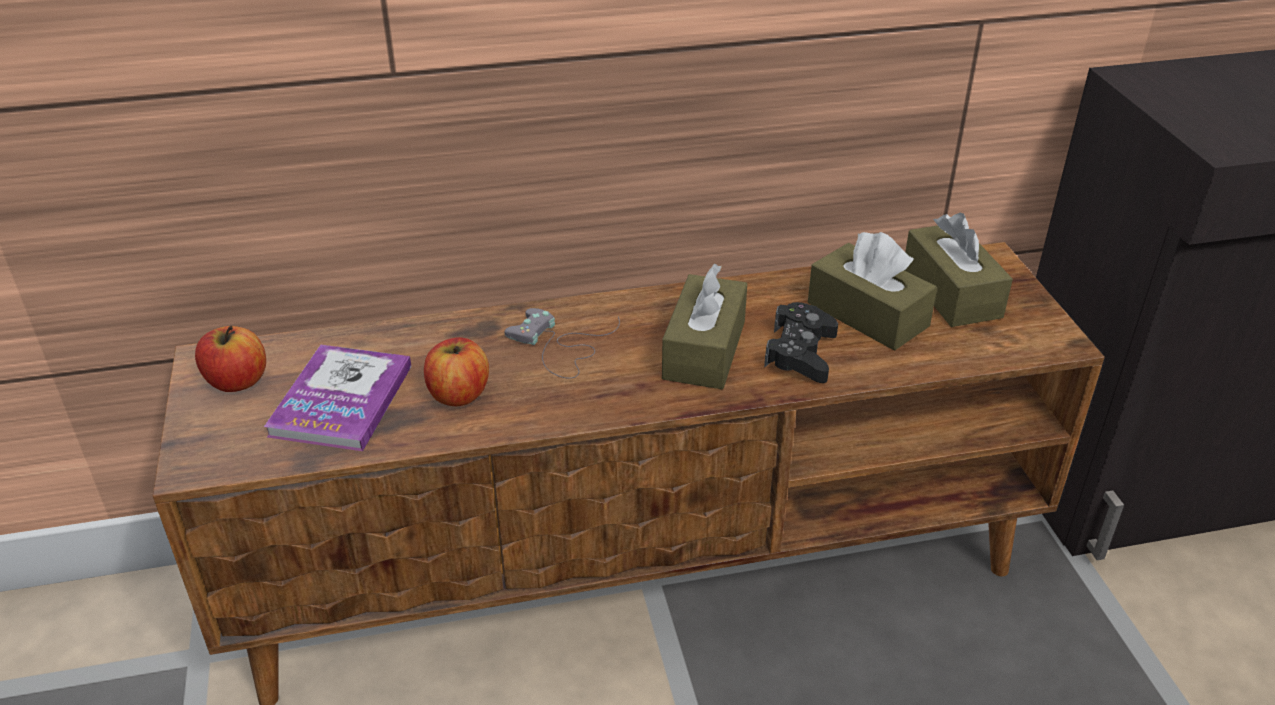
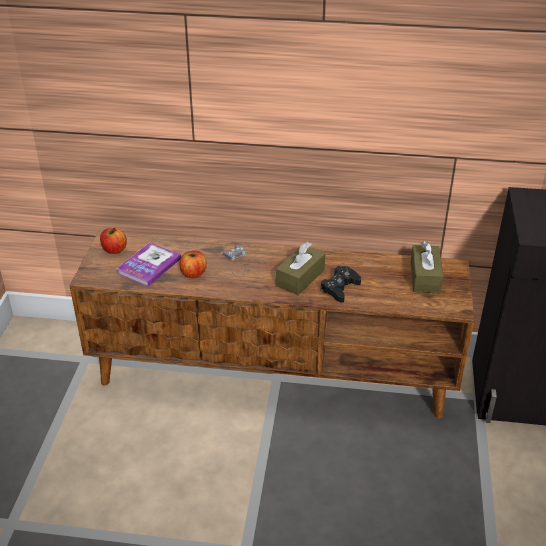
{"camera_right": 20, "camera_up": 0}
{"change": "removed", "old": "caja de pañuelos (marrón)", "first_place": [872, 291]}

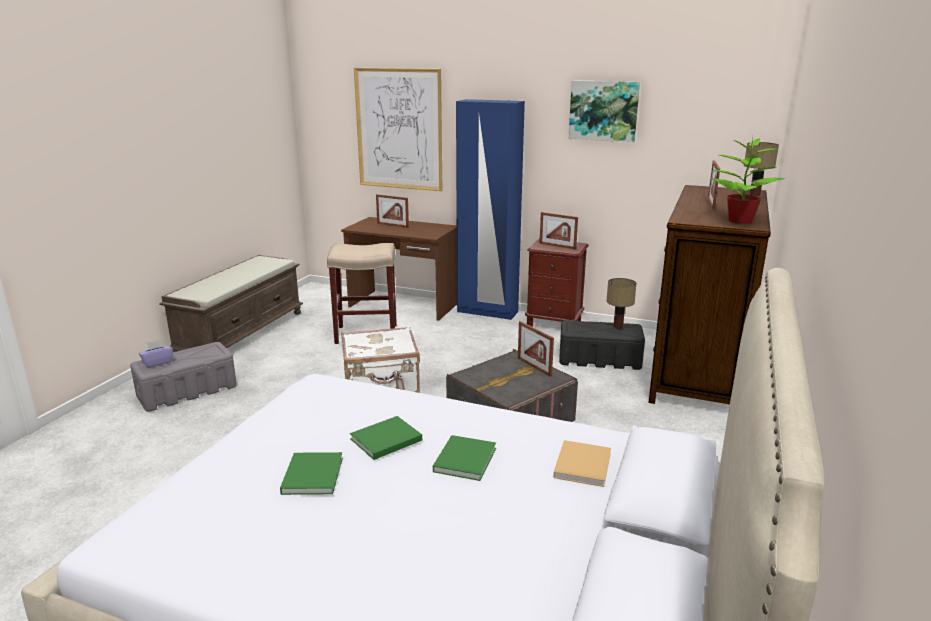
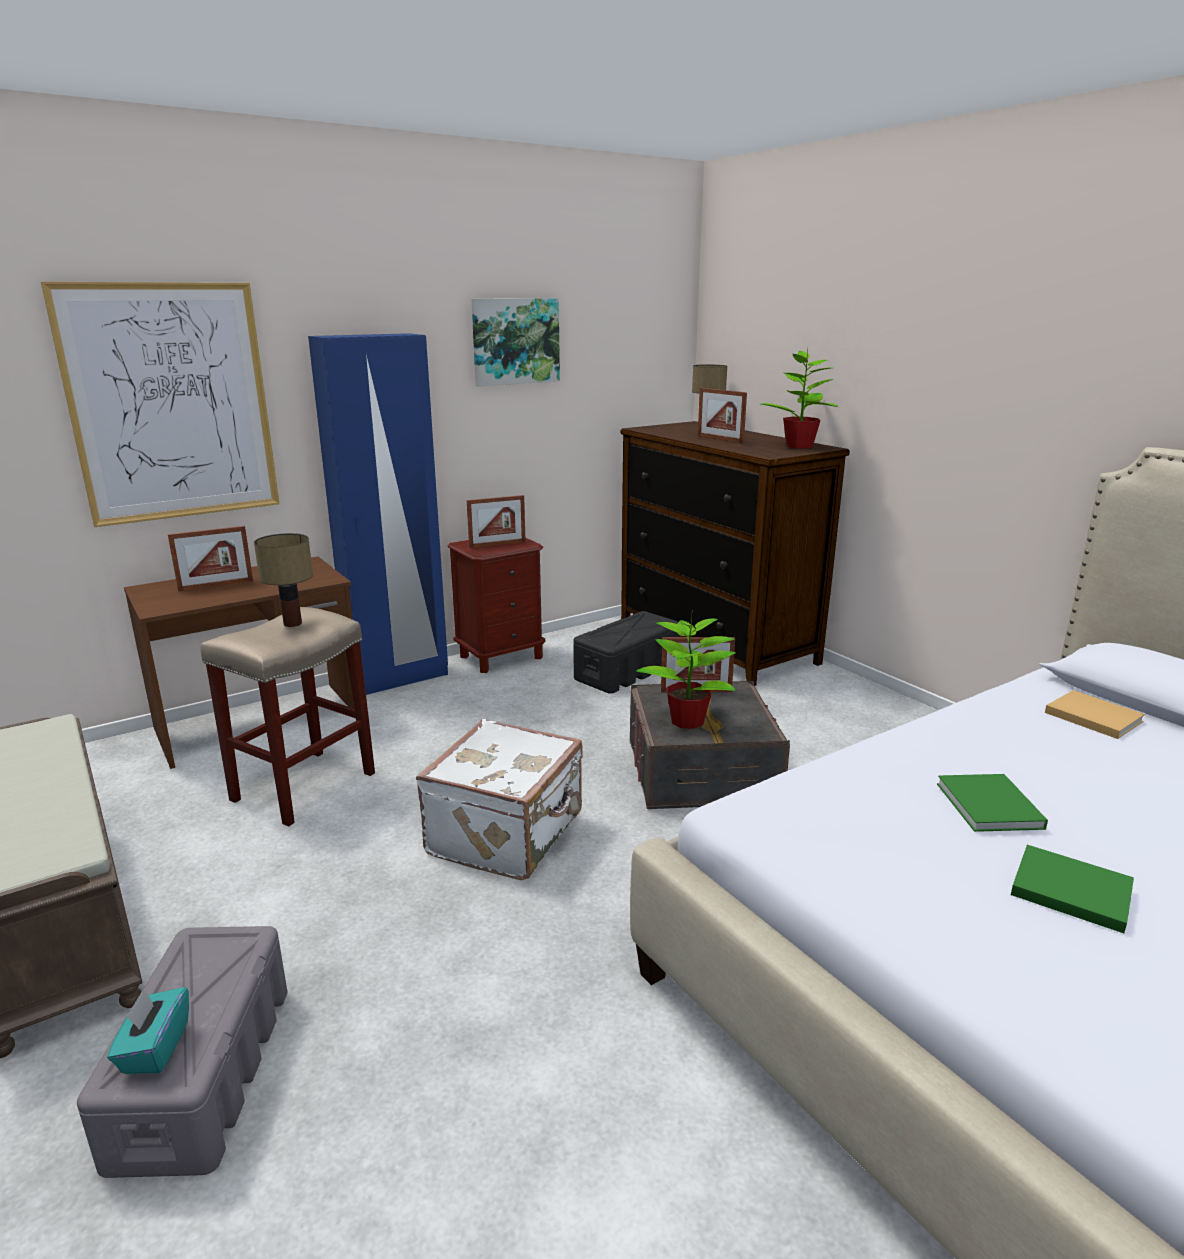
{"camera_right": -55, "camera_up": 0}
{"change": "removed", "old": "libro (verde)", "first_place": [464, 458]}
{"change": "added", "new": "planta en maceta", "second_place": [686, 670]}
{"change": "moved", "old": "lámpara de mesa", "first_place": [622, 303], "second_place": [283, 580]}
{"change": "recoloured", "old": "caja de pañuelos (morado)", "new": "caja de pañuelos (turquesa)", "first_place": [156, 354], "second_place": [148, 1030]}

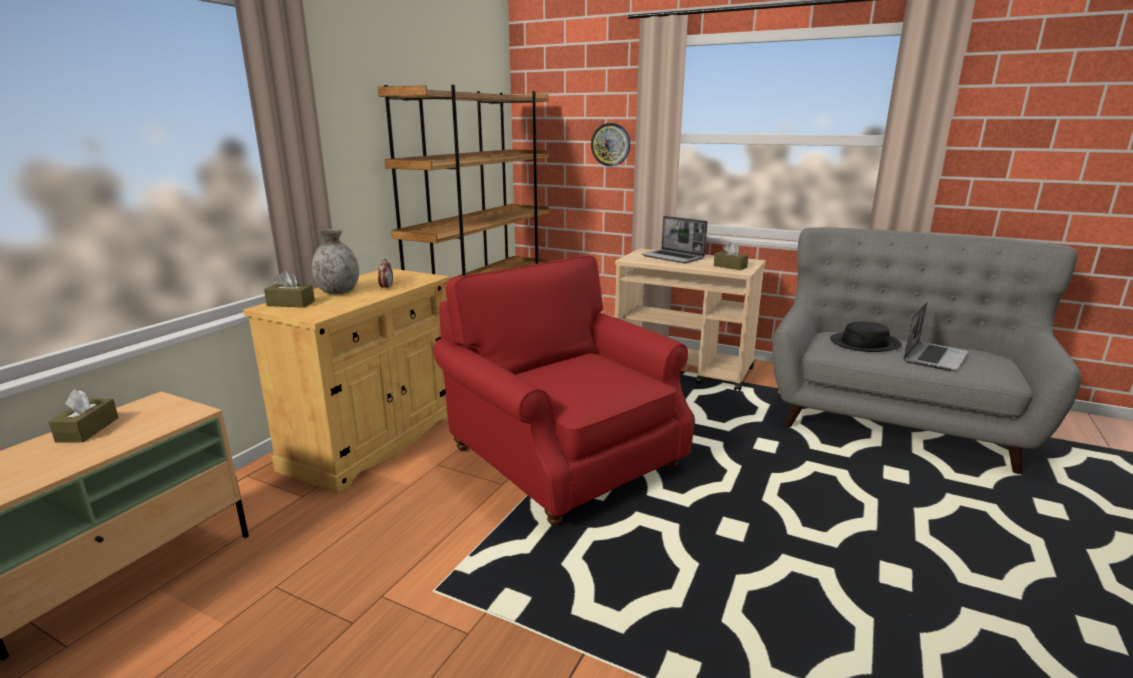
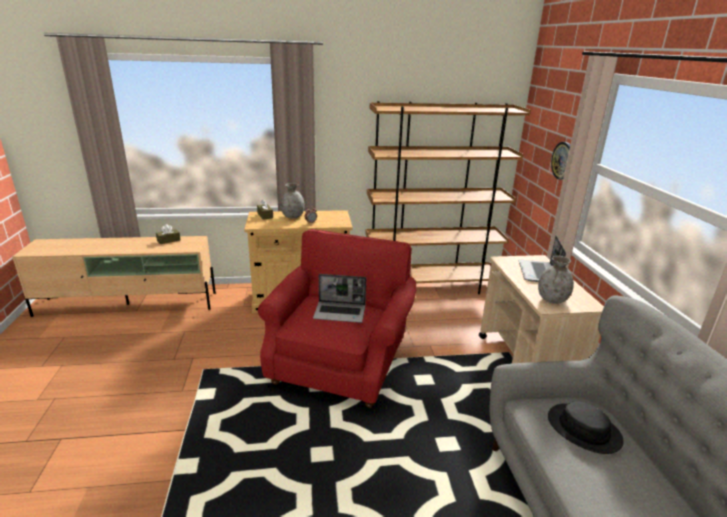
{"camera_right": 55, "camera_up": 5}
{"change": "moved", "old": "portátil", "first_place": [936, 336], "second_place": [339, 298]}
{"change": "replaced", "old": "caja de pañuelos (marrón)", "new": "florero (gris)", "first_place": [731, 256], "second_place": [556, 280]}

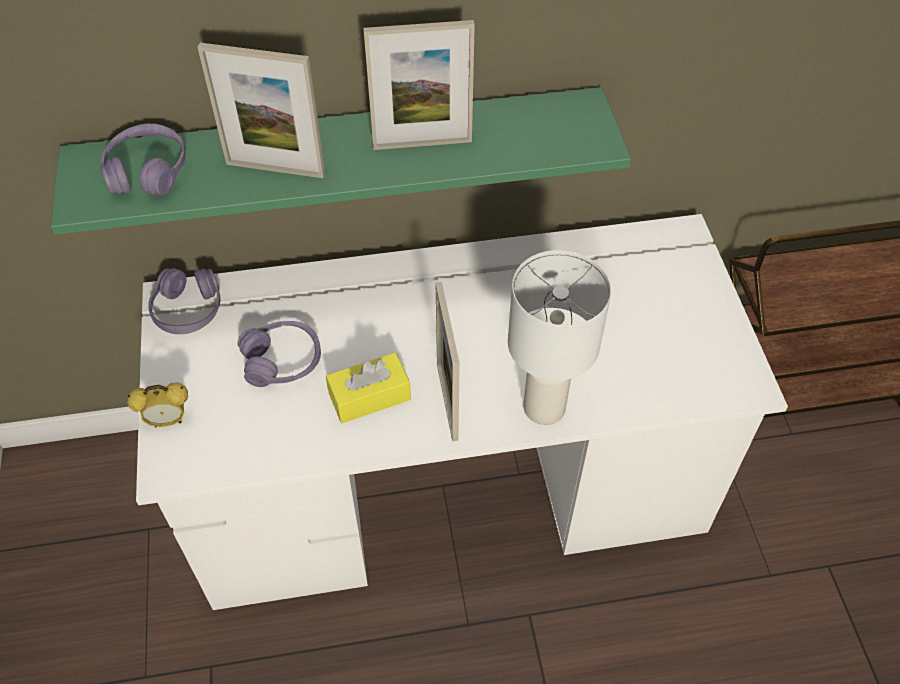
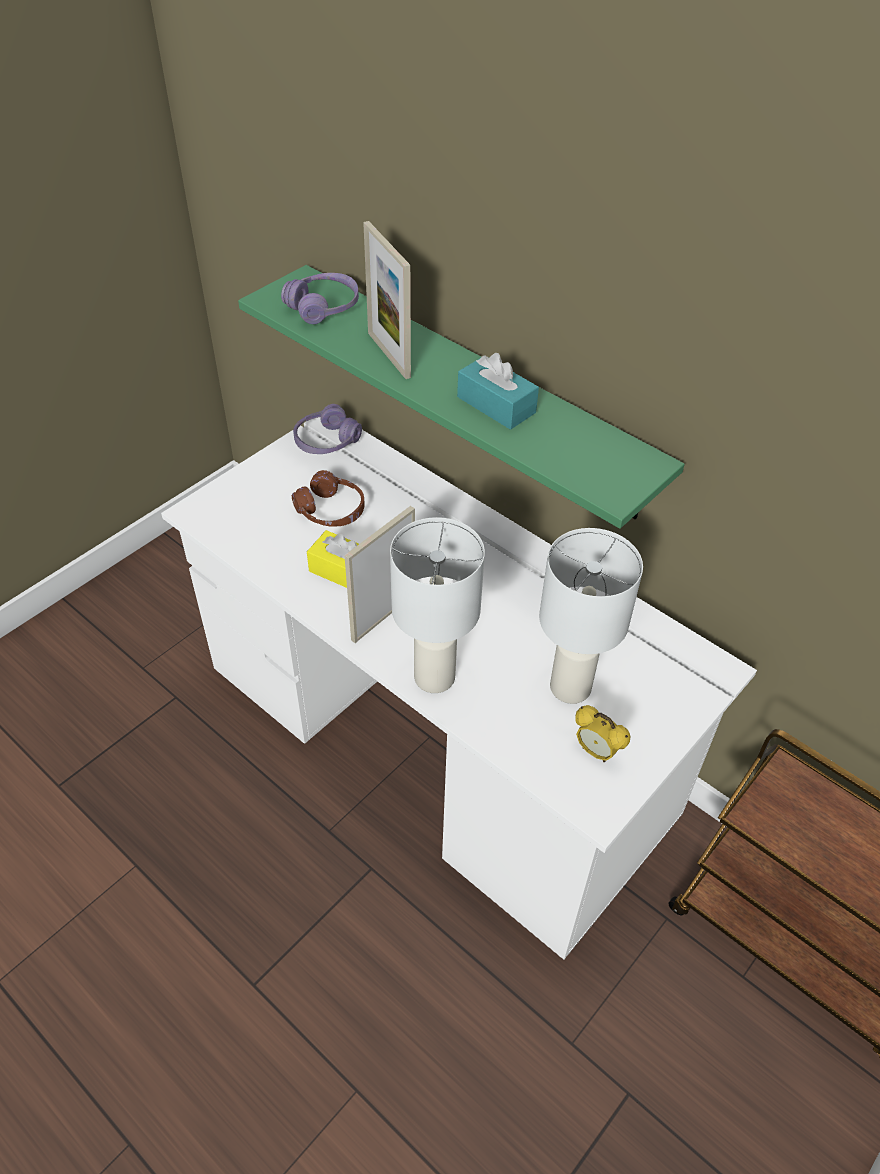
{"camera_right": 50, "camera_up": -5}
{"change": "added", "new": "lámpara de mesa (blanco)", "second_place": [591, 616]}
{"change": "moved", "old": "despertador", "first_place": [157, 405], "second_place": [603, 733]}
{"change": "replaced", "old": "portarretratos", "new": "caja de pañuelos (turquesa)", "first_place": [419, 85], "second_place": [498, 391]}
{"change": "recoloured", "old": "auriculares (morado)", "new": "auriculares (marrón)", "first_place": [279, 354], "second_place": [328, 498]}

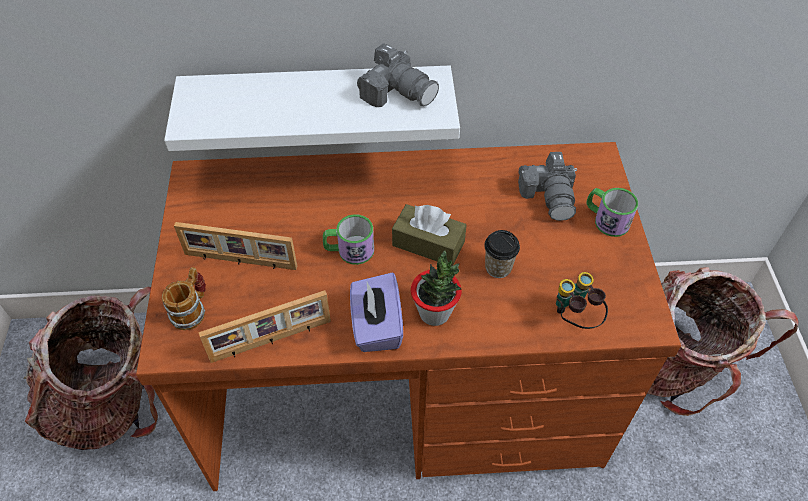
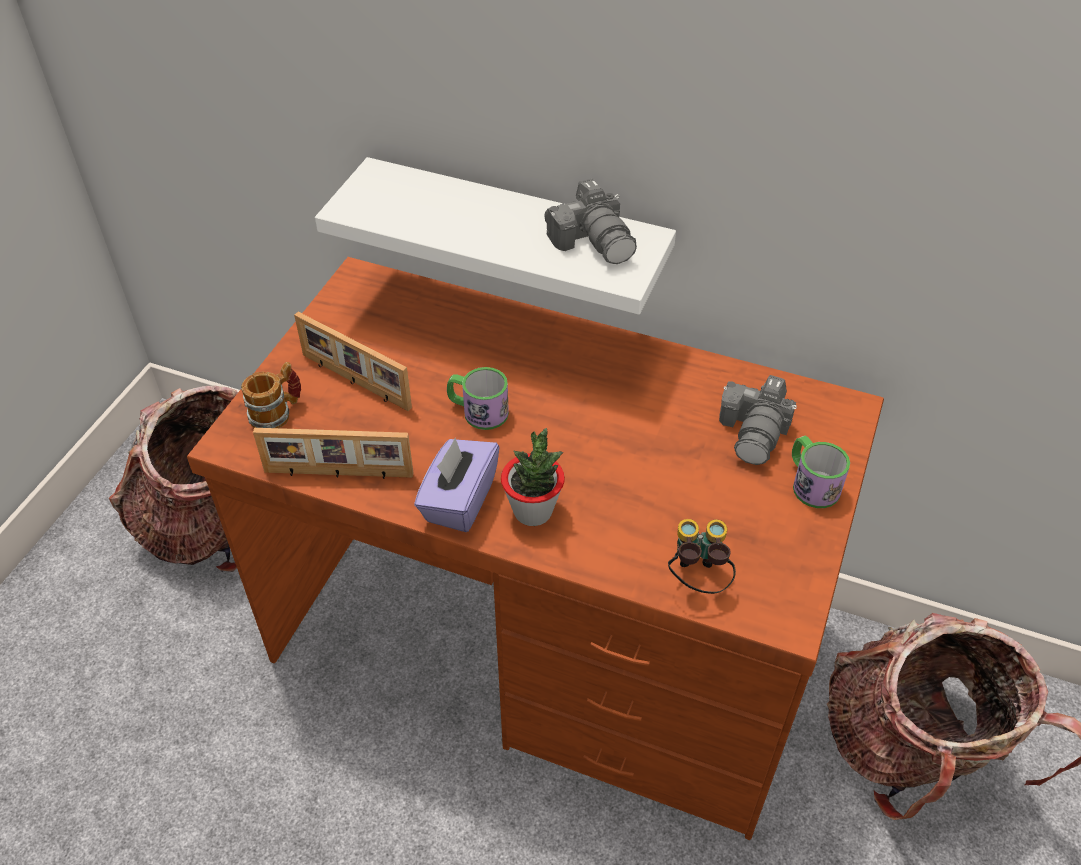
{"camera_right": 25, "camera_up": -5}
{"change": "removed", "old": "caja de pañuelos (marrón)", "first_place": [429, 235]}
{"change": "removed", "old": "taza", "first_place": [502, 254]}

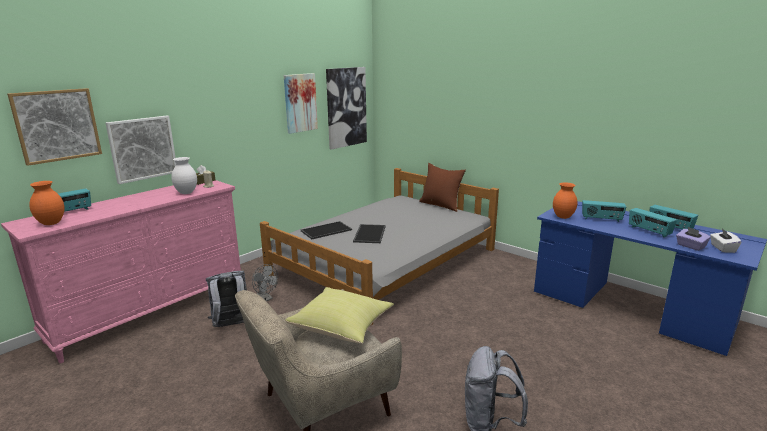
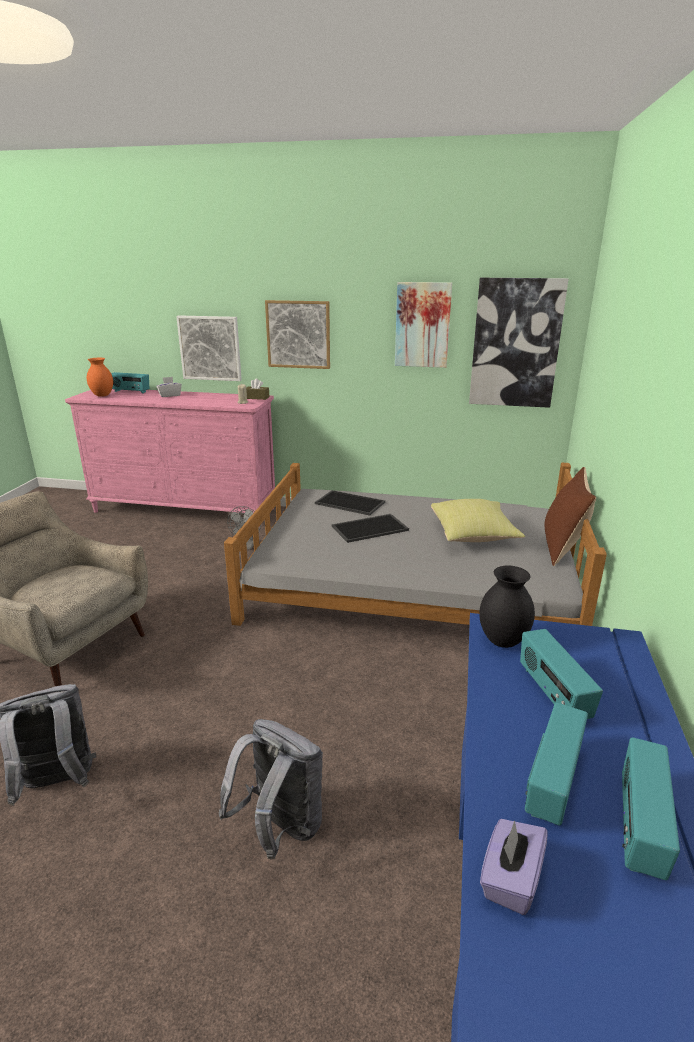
{"camera_right": 60, "camera_up": 5}
{"change": "removed", "old": "florero (blanco)", "first_place": [184, 175]}
{"change": "moved", "old": "cuadro", "first_place": [54, 127], "second_place": [297, 334]}
{"change": "moved", "old": "mochila (gris)", "first_place": [226, 299], "second_place": [270, 789]}
{"change": "moved", "old": "cojín (amarillo)", "first_place": [339, 315], "second_place": [478, 520]}
{"change": "moved", "old": "caja de pañuelos (blanco)", "first_place": [725, 240], "second_place": [169, 387]}
{"change": "recoloured", "old": "florero (naranja)", "new": "florero (negro)", "first_place": [565, 200], "second_place": [507, 607]}

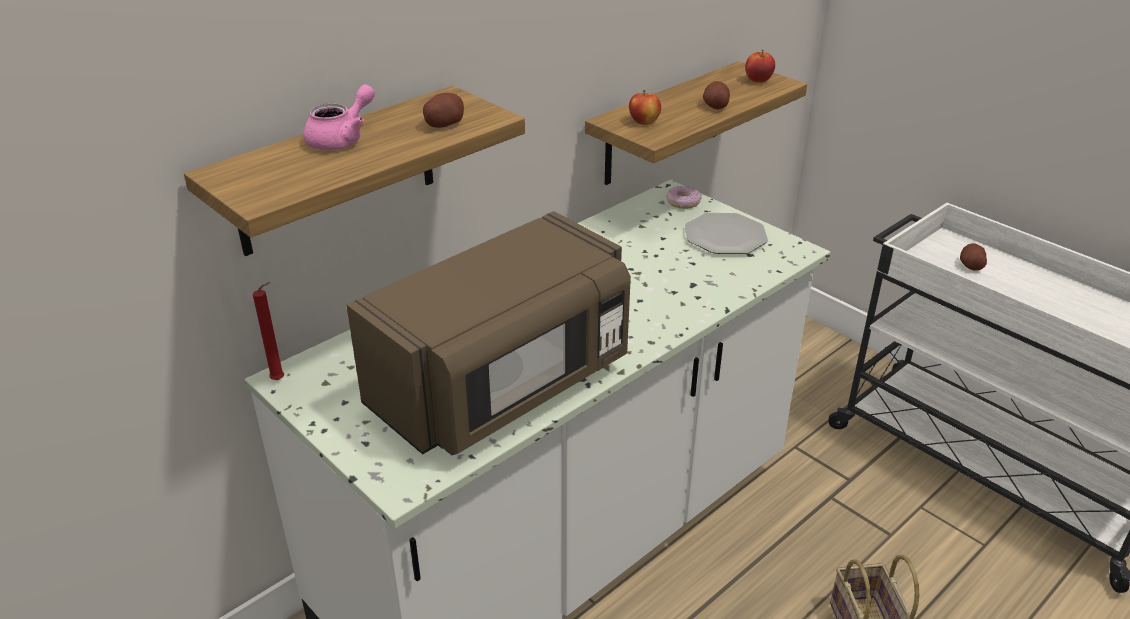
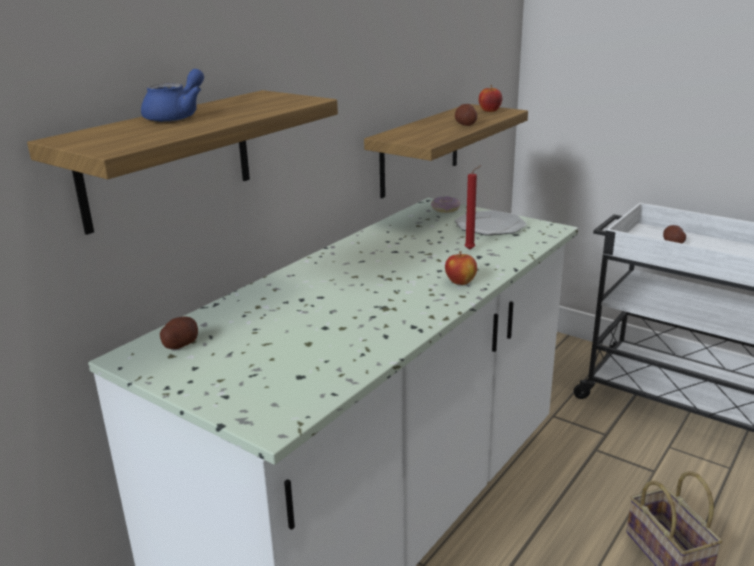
{"camera_right": -10, "camera_up": -10}
{"change": "removed", "old": "microondas (marrón)", "first_place": [488, 333]}
{"change": "moved", "old": "vela (rojo)", "first_place": [268, 331], "second_place": [473, 207]}
{"change": "moved", "old": "patata", "first_place": [443, 110], "second_place": [179, 332]}
{"change": "moved", "old": "manzana", "first_place": [645, 107], "second_place": [461, 268]}
{"change": "recoloured", "old": "tetera (rosa)", "new": "tetera (azul)", "first_place": [339, 117], "second_place": [172, 95]}

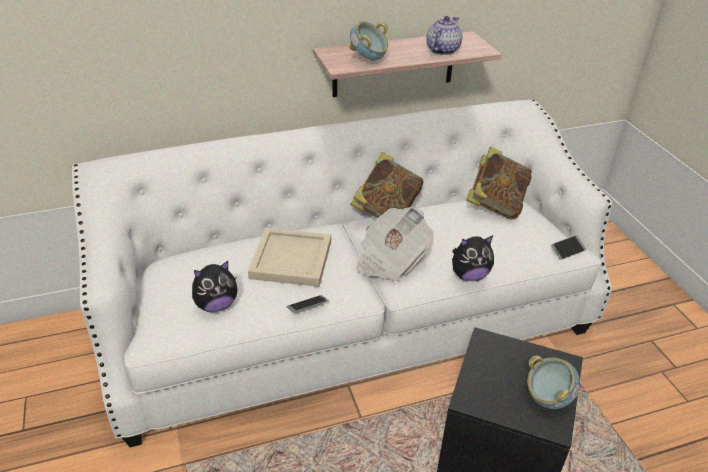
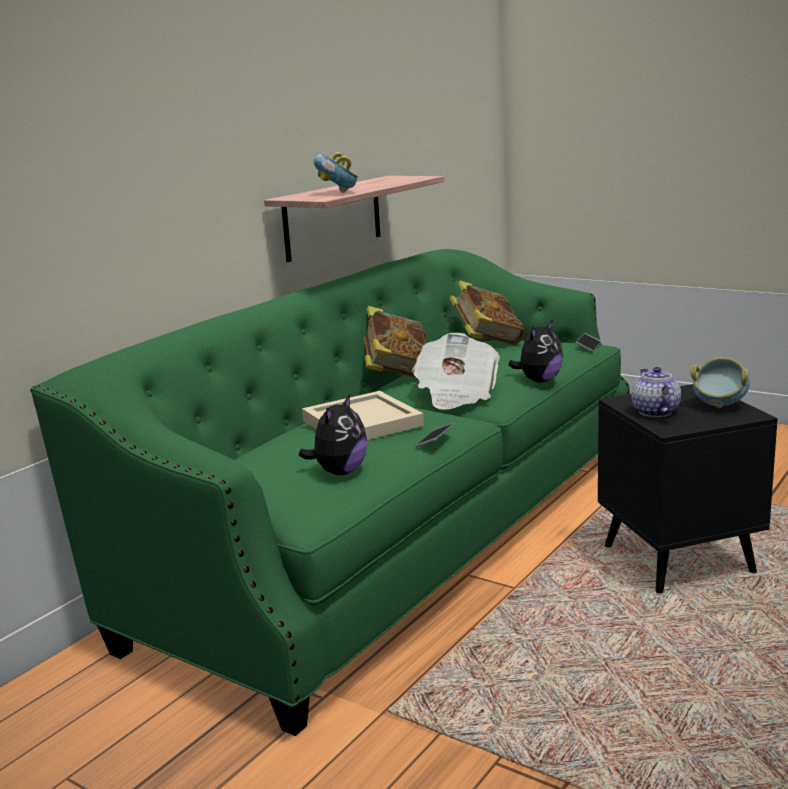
{"camera_right": -35, "camera_up": -20}
{"change": "moved", "old": "tetera", "first_place": [444, 35], "second_place": [656, 392]}
{"change": "recoloured", "old": "sofá (blanco)", "new": "sofá (verde)", "first_place": [342, 273], "second_place": [330, 492]}

